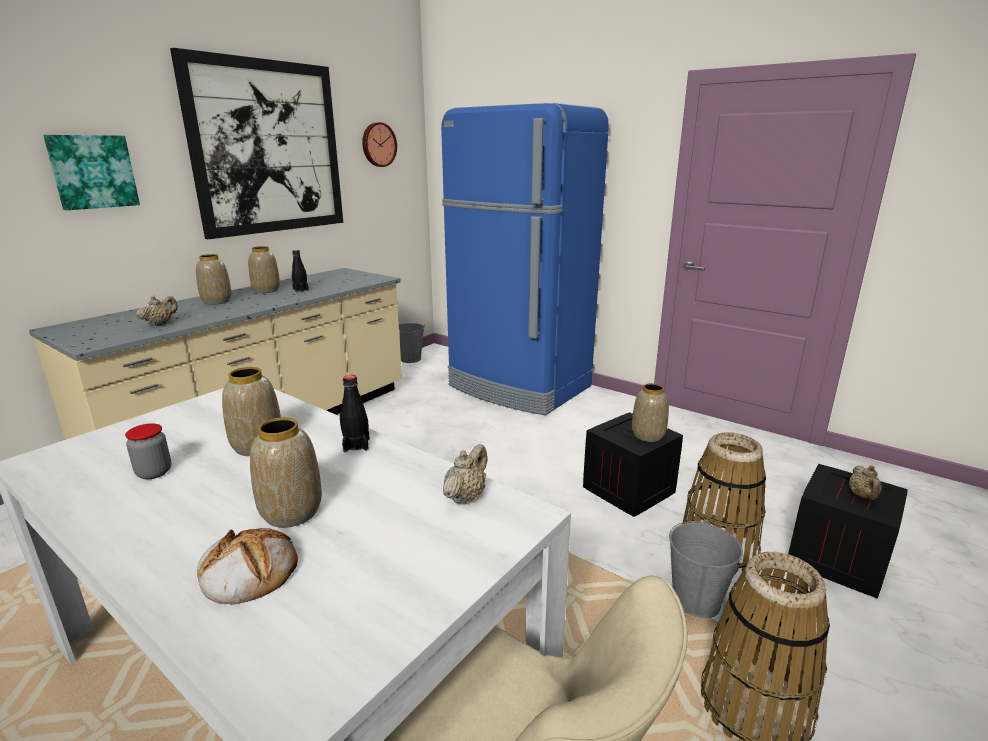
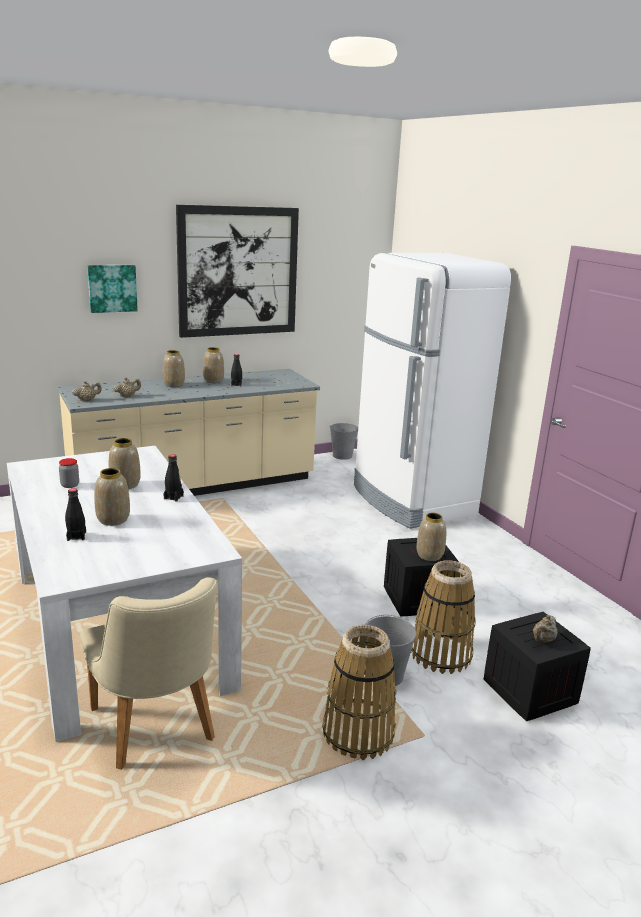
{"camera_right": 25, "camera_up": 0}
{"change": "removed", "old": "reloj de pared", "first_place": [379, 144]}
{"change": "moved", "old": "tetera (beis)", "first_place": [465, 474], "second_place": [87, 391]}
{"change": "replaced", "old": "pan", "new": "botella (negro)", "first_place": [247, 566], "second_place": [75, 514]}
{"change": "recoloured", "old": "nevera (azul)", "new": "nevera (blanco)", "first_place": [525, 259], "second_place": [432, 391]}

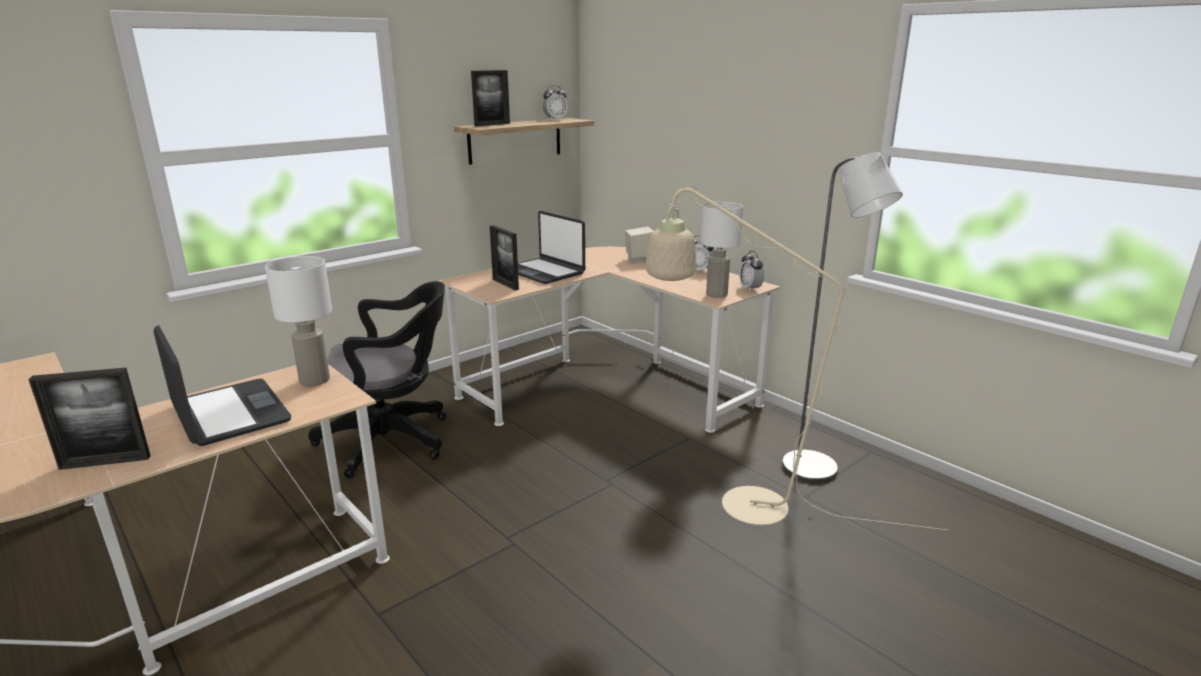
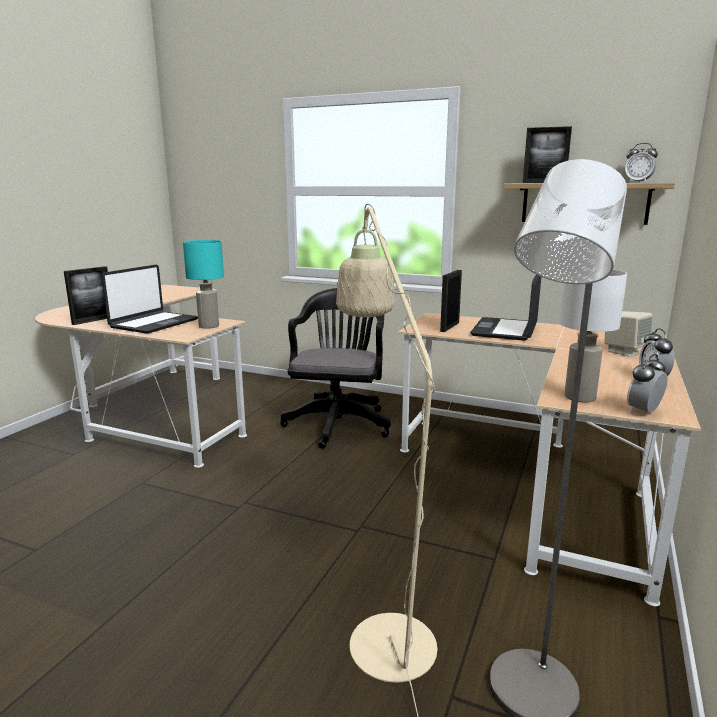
{"camera_right": 65, "camera_up": -5}
{"change": "recoloured", "old": "lámpara de mesa (blanco)", "new": "lámpara de mesa (turquesa)", "first_place": [298, 321], "second_place": [203, 284]}
{"change": "turned", "old": "portarretratos", "first_place": [89, 419], "second_place": [86, 295], "degrees": -105}
{"change": "turned", "old": "silla de oficina (negro)", "first_place": [377, 380], "second_place": [335, 368], "degrees": -135}

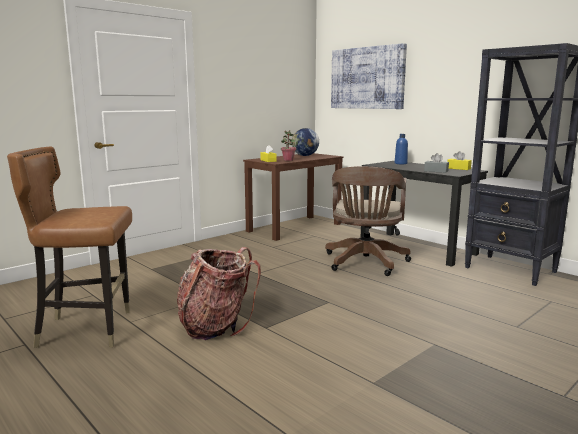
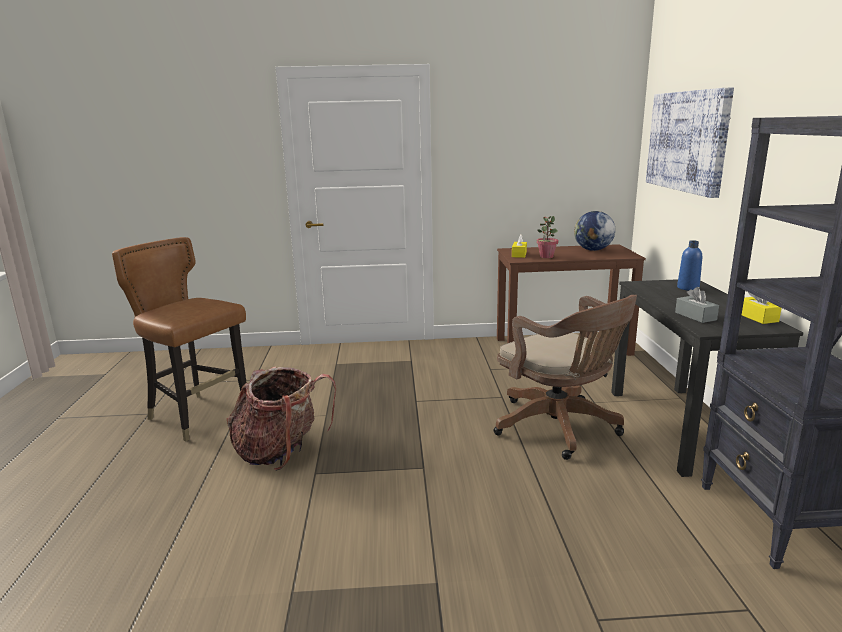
{"camera_right": 40, "camera_up": 5}
{"change": "turned", "old": "silla de oficina (marrón)", "first_place": [368, 221], "second_place": [565, 377], "degrees": -90}

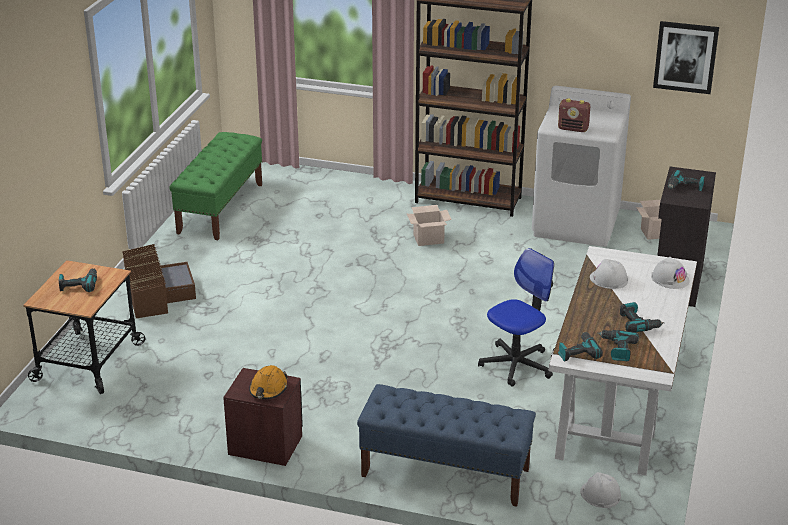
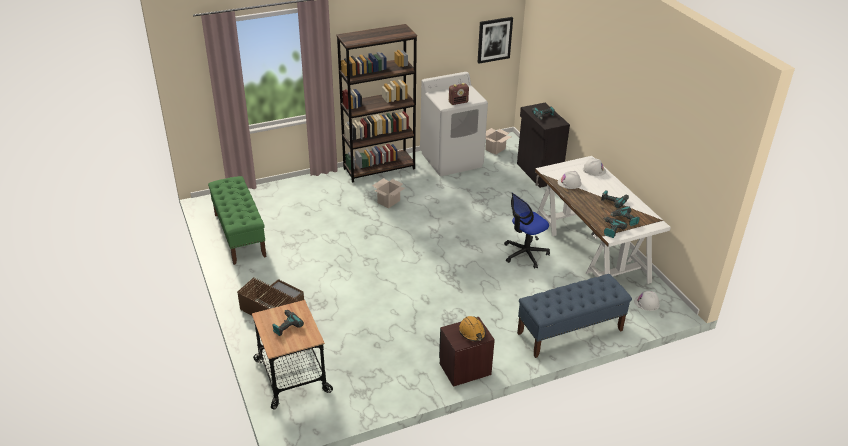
{"camera_right": -40, "camera_up": 5}
{"change": "turned", "old": "silla de oficina", "first_place": [516, 317], "second_place": [527, 231], "degrees": -135}

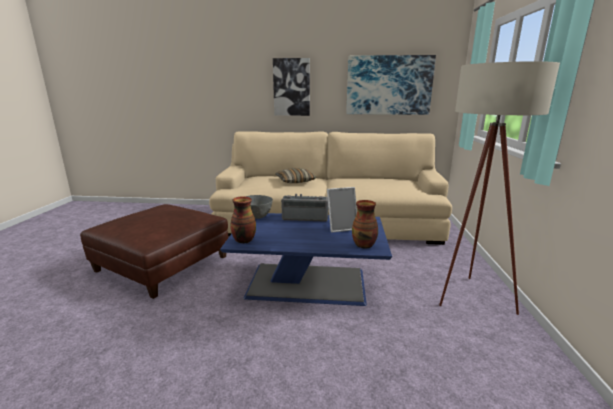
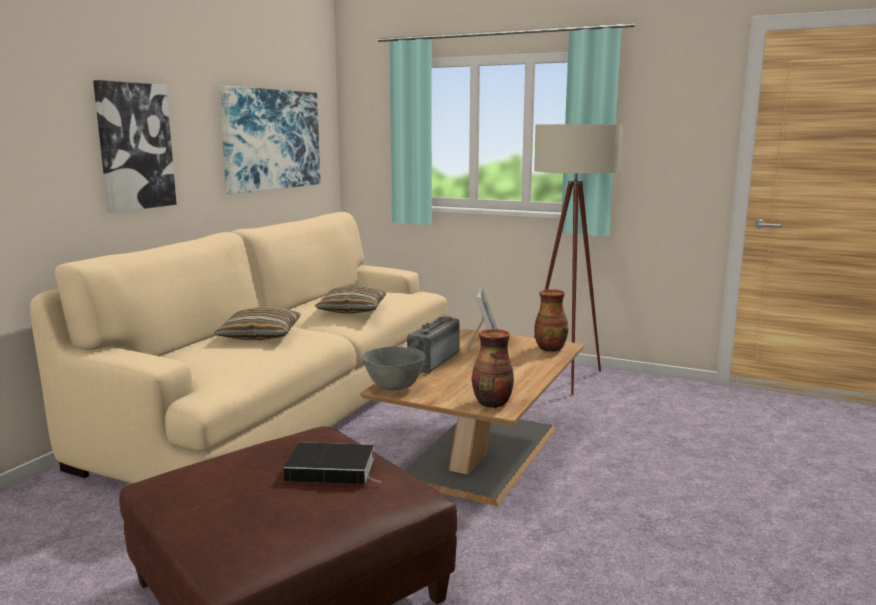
{"camera_right": -70, "camera_up": -5}
{"change": "added", "new": "libro", "second_place": [332, 463]}
{"change": "added", "new": "cojín", "second_place": [350, 299]}
{"change": "recoloured", "old": "mesa de centro (azul)", "new": "mesa de centro (marrón)", "first_place": [306, 259], "second_place": [472, 417]}

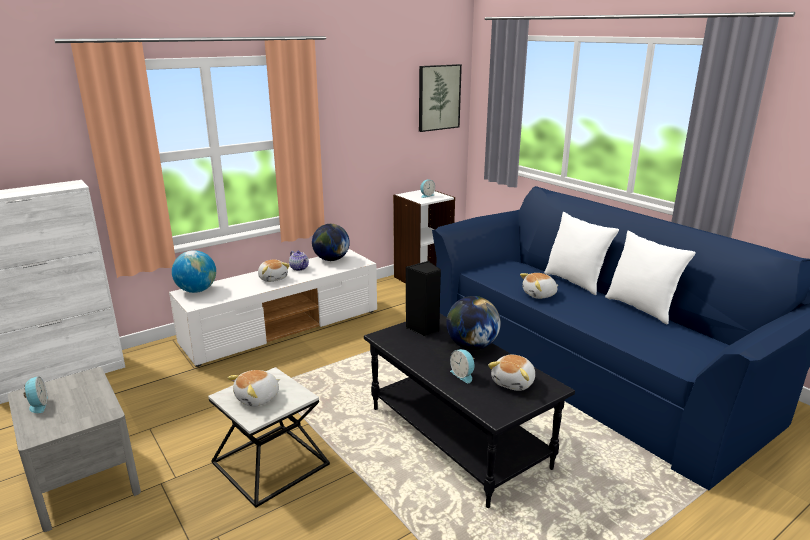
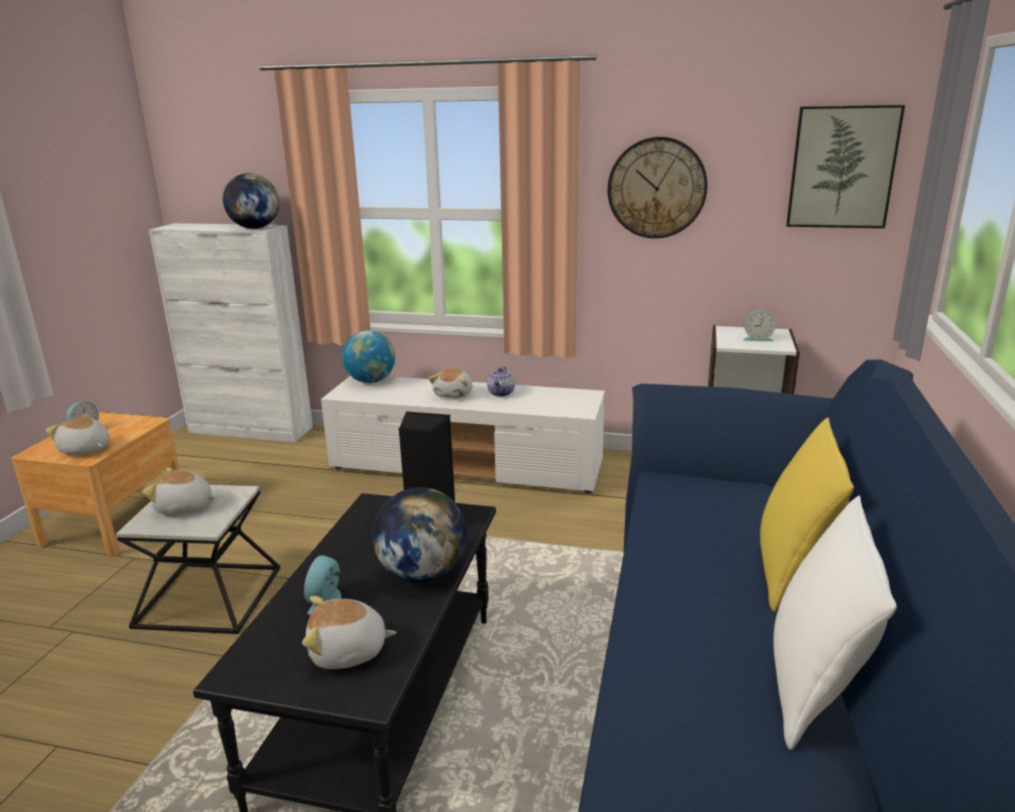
{"camera_right": 50, "camera_up": 0}
{"change": "added", "new": "reloj de pared", "second_place": [657, 188]}
{"change": "moved", "old": "globo terráqueo", "first_place": [331, 242], "second_place": [251, 201]}
{"change": "moved", "old": "peluche", "first_place": [539, 286], "second_place": [78, 434]}
{"change": "recoloured", "old": "mesita de noche (gris)", "new": "mesita de noche (marrón)", "first_place": [74, 449], "second_place": [95, 484]}
{"change": "recoloured", "old": "cojín (blanco)", "new": "cojín (amarillo)", "first_place": [581, 253], "second_place": [807, 514]}

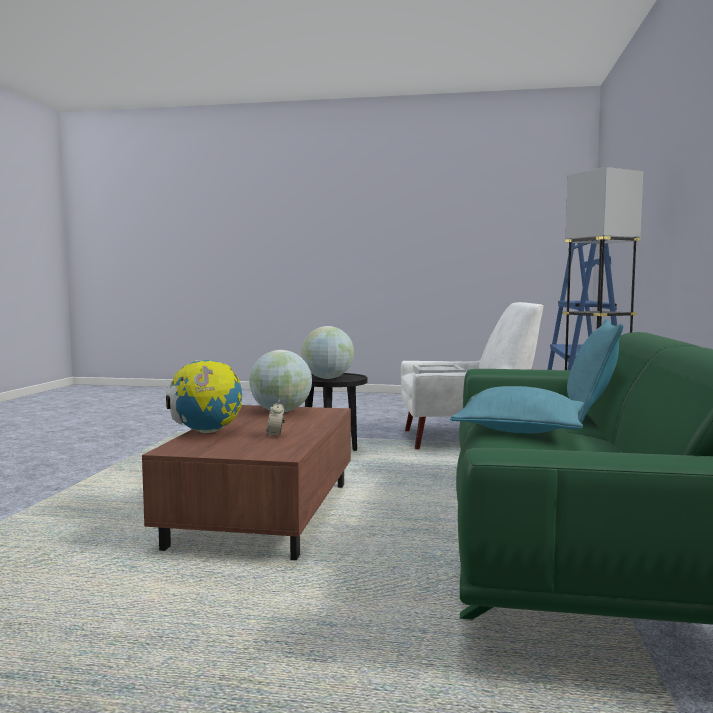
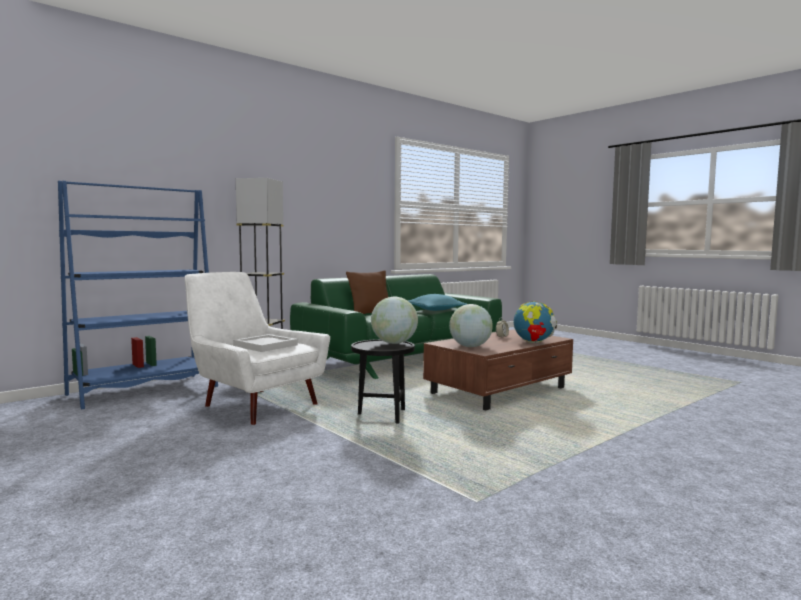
{"camera_right": -140, "camera_up": 0}
{"change": "recoloured", "old": "cojín (turquesa)", "new": "cojín (marrón)", "first_place": [595, 371], "second_place": [367, 292]}

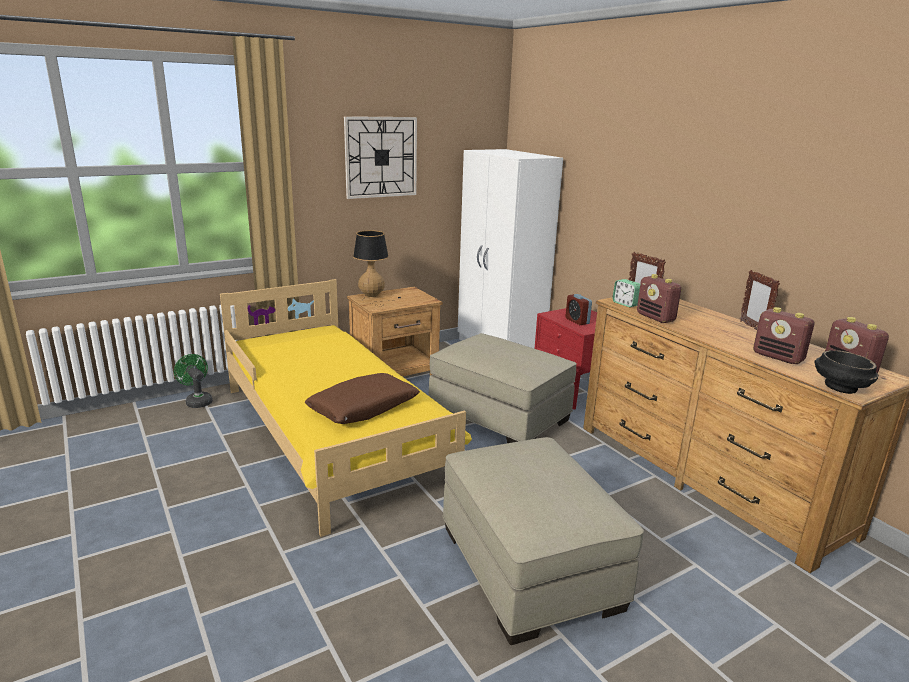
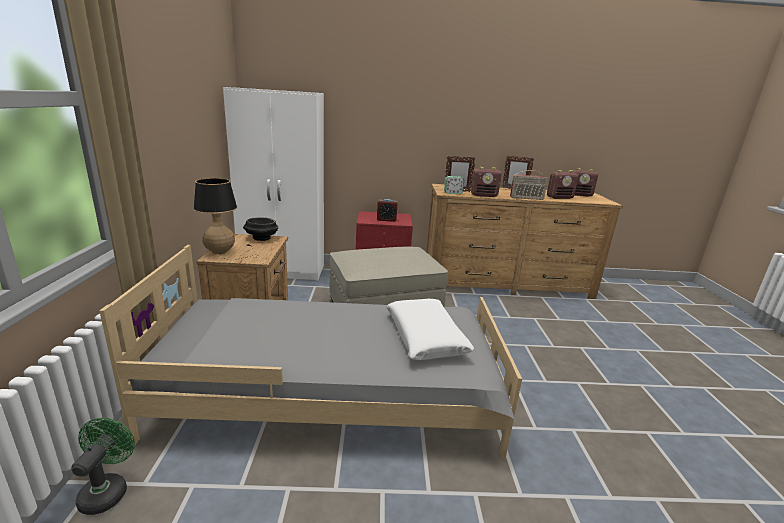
{"camera_right": -60, "camera_up": 0}
{"change": "removed", "old": "reloj de pared", "first_place": [380, 157]}
{"change": "removed", "old": "puf (beis)", "first_place": [543, 541]}
{"change": "added", "new": "radio", "second_place": [529, 185]}
{"change": "moved", "old": "cuenco (negro)", "first_place": [846, 372], "second_place": [260, 229]}
{"change": "recoloured", "old": "cama (amarillo)", "new": "cama (gris)", "first_place": [346, 408], "second_place": [310, 352]}
{"change": "recoloured", "old": "cojín (marrón)", "new": "cojín (blanco)", "first_place": [362, 398], "second_place": [430, 329]}
{"change": "turned", "old": "ventilador (verde)", "first_place": [193, 381], "second_place": [103, 466], "degrees": 105}

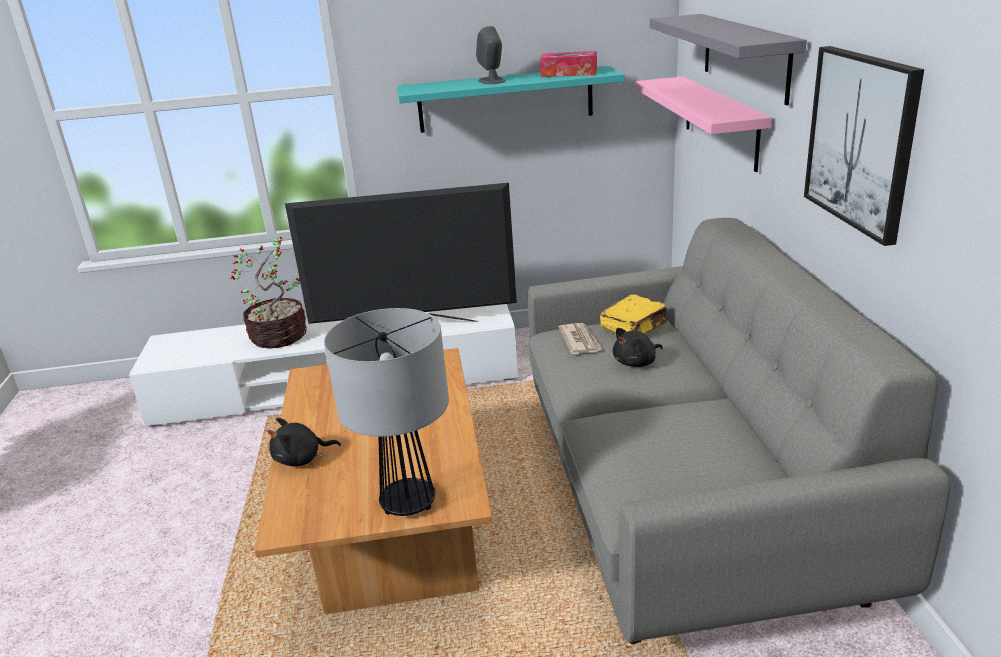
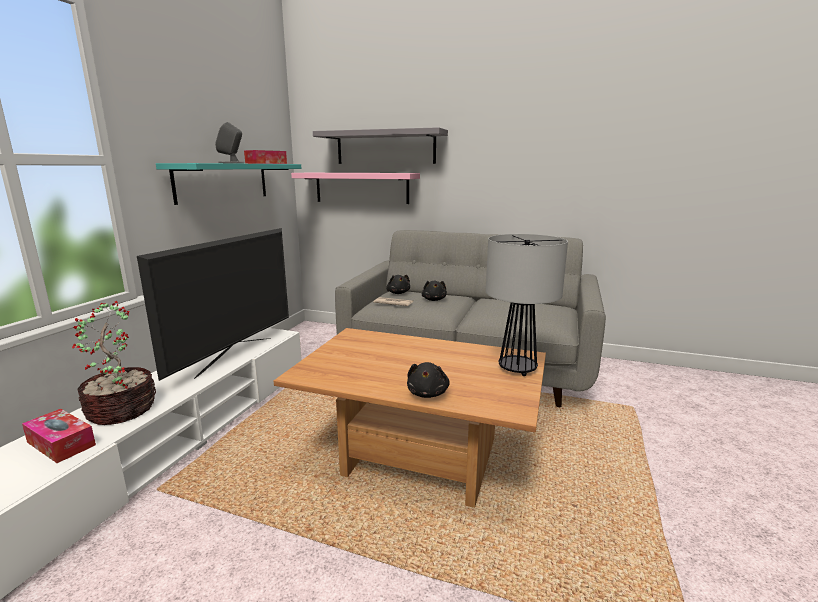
{"camera_right": -65, "camera_up": -10}
{"change": "removed", "old": "cuadro", "first_place": [864, 146]}
{"change": "added", "new": "caja de pañuelos", "second_place": [59, 436]}
{"change": "replaced", "old": "libro (amarillo)", "new": "peluche (negro)", "first_place": [633, 314], "second_place": [398, 284]}

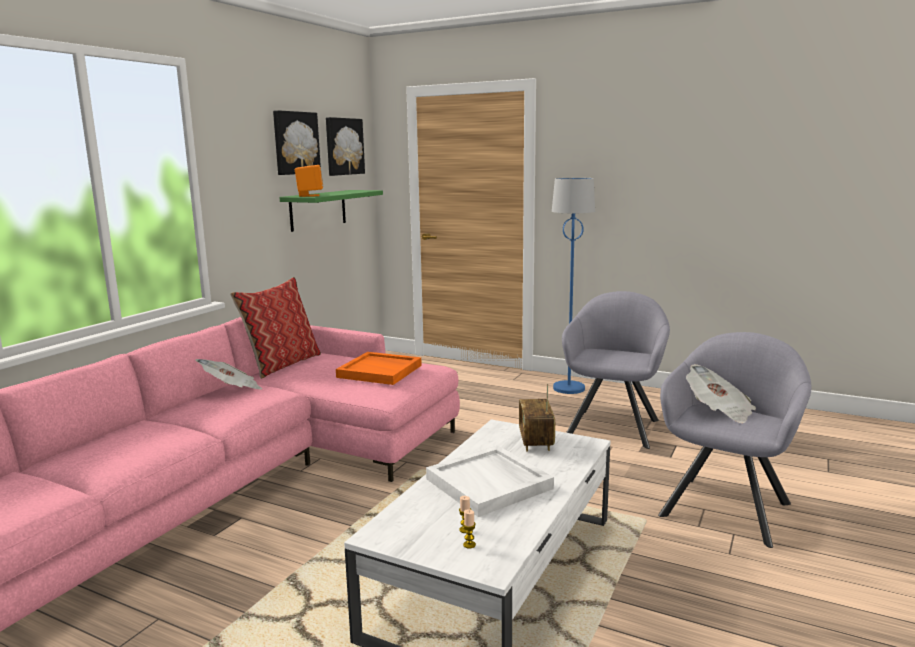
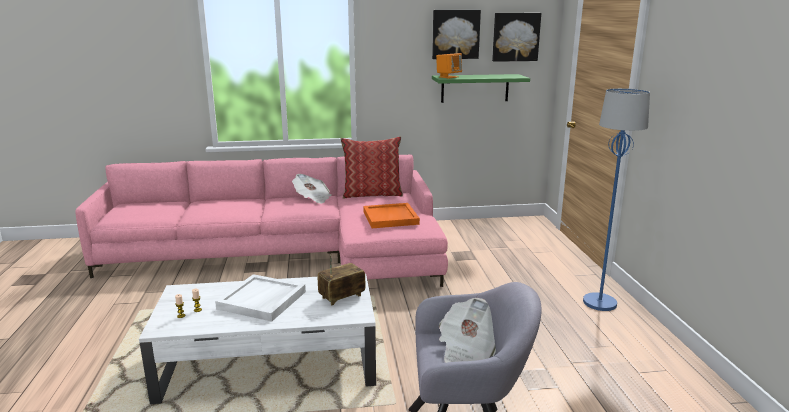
{"camera_right": 55, "camera_up": 5}
{"change": "removed", "old": "sillón (gris)", "first_place": [616, 370]}

